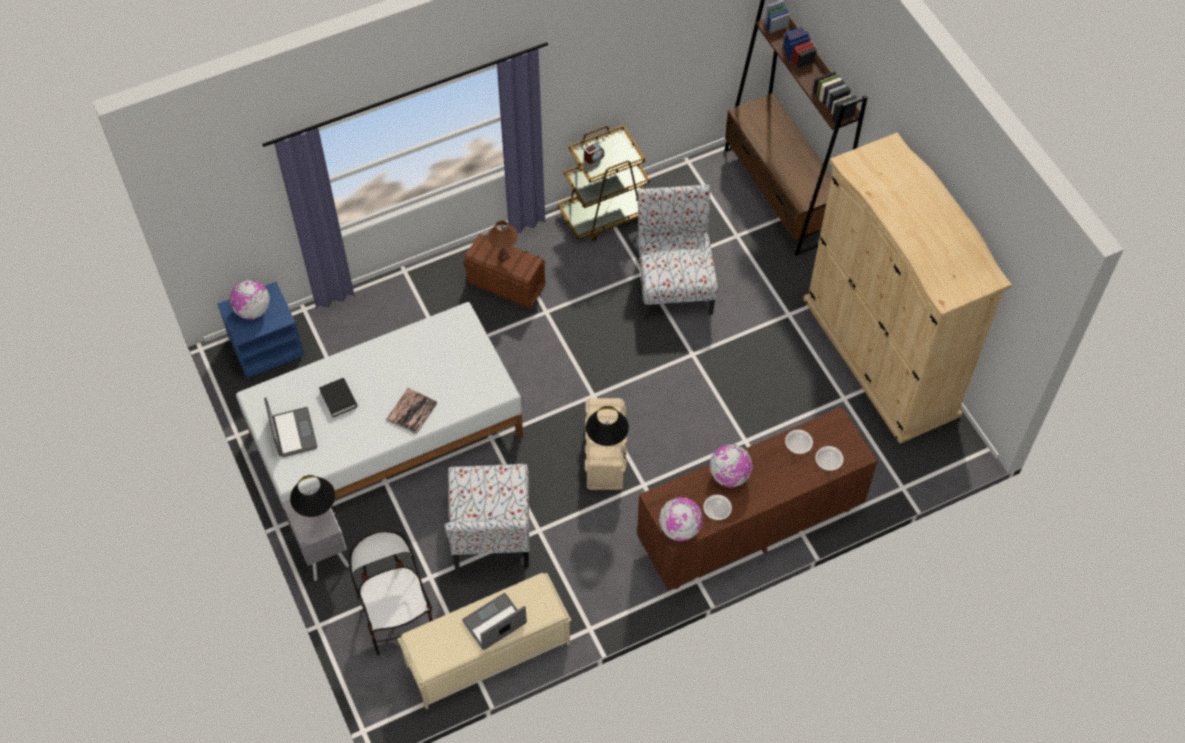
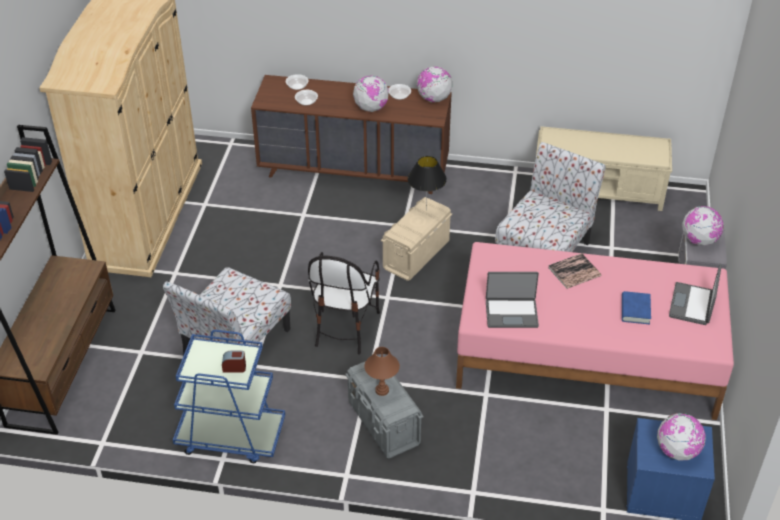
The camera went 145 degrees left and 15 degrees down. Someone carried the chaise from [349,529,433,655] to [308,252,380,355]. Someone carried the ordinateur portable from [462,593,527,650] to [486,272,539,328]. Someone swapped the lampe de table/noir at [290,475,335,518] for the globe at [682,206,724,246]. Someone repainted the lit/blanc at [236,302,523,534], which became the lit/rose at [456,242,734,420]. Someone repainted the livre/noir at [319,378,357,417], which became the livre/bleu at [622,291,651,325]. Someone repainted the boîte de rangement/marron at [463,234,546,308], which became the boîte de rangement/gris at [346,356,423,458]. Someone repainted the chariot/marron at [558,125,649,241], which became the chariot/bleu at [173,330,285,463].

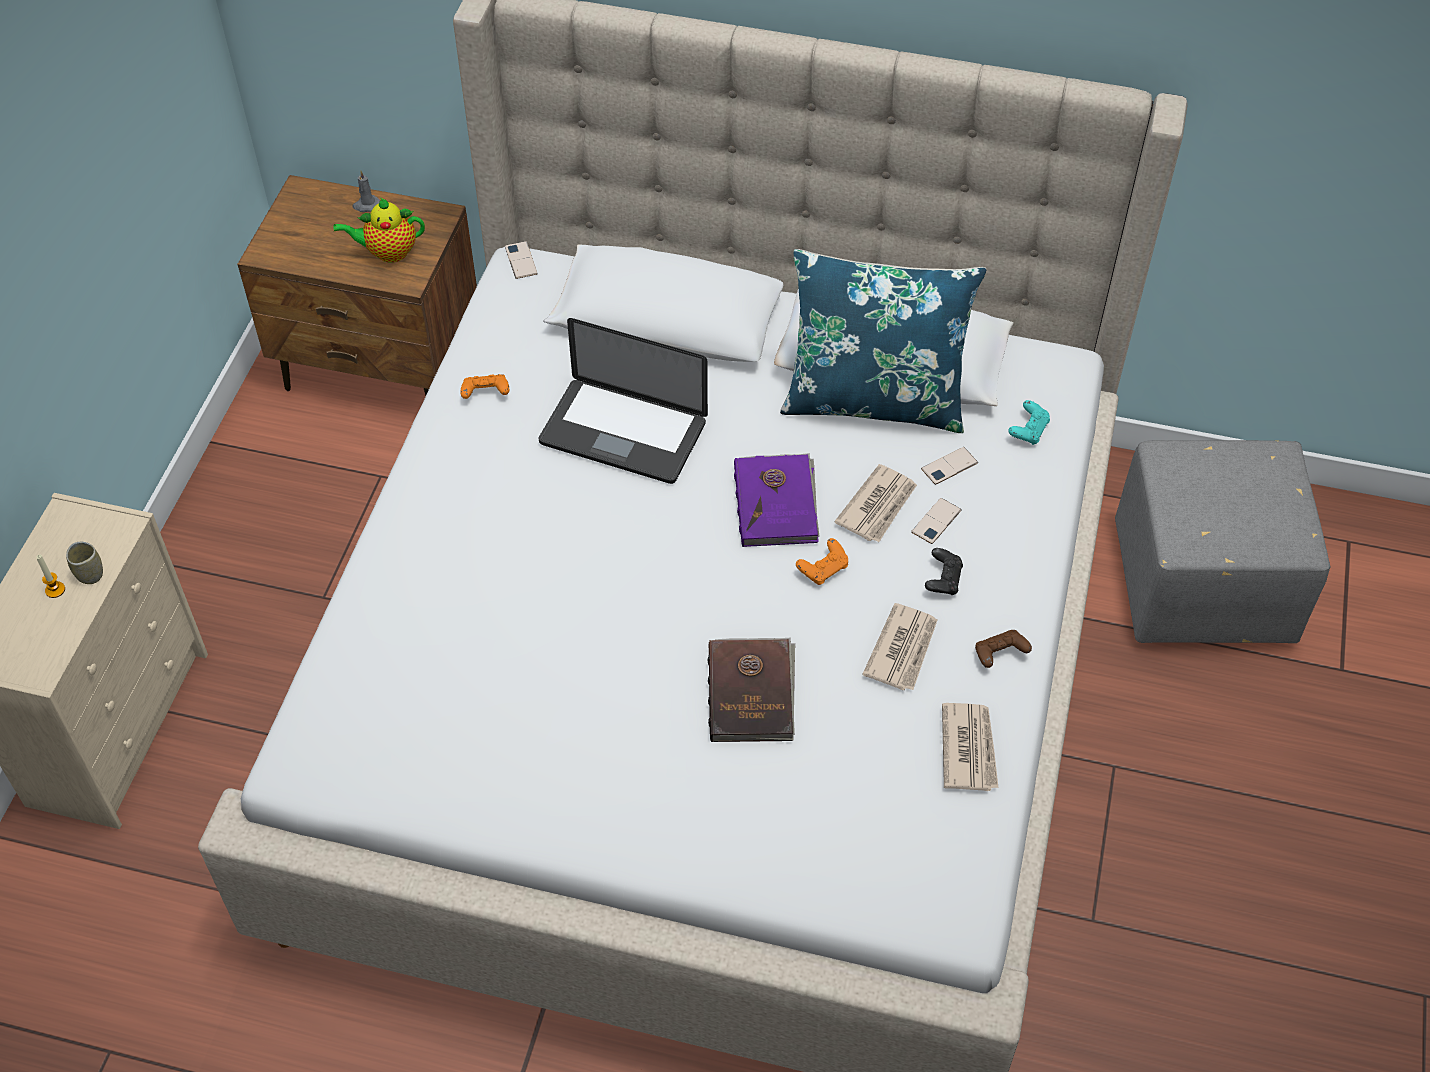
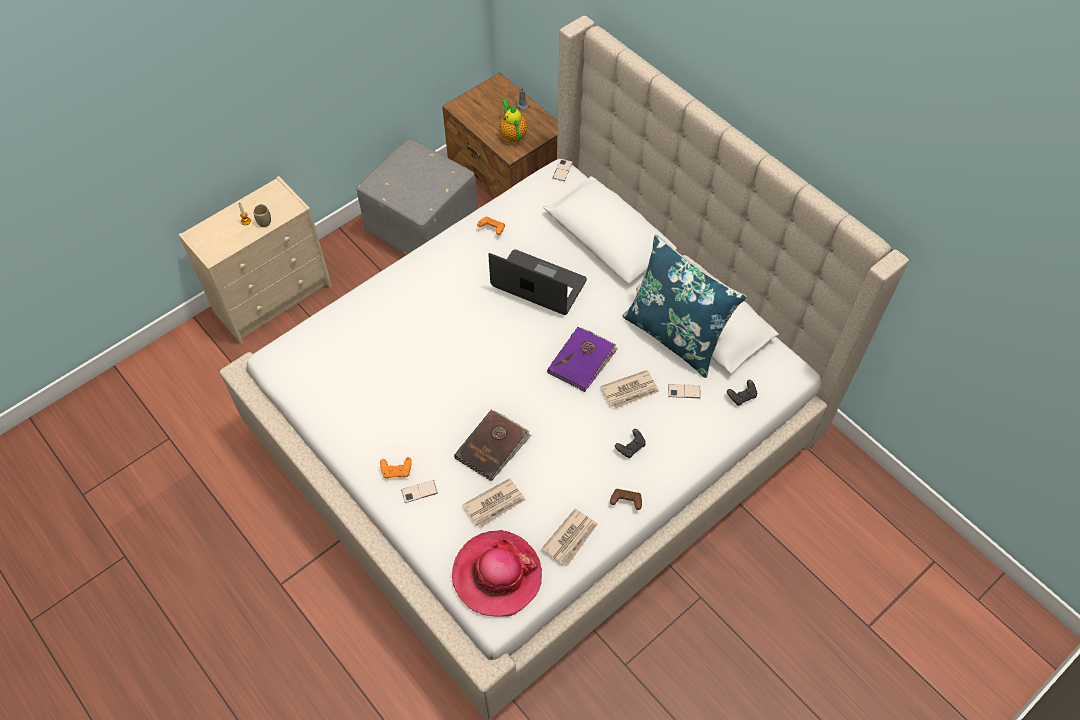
The camera went 35 degrees right and 5 degrees up. Someone put down the chapeau at [452,530,542,617]. Someone carried the manette/orange from [796,538,848,585] to [380,457,412,479]. Someone carried the journal from [862,603,937,690] to [463,478,526,528]. Someone carried the téléphone from [911,498,961,544] to [401,480,438,503]. Someone carried the pouf/gris from [1115,440,1331,643] to [356,139,478,255]. Someone repainted the manette/turquoise at [1008,400,1050,445], which became the manette/noir at [727,380,757,406]. Someone rotated the théière at [333,198,425,263] by 45 degrees clockwise. Someone rotated the ordinateur portable at [538,318,708,484] by 150 degrees clockwise.

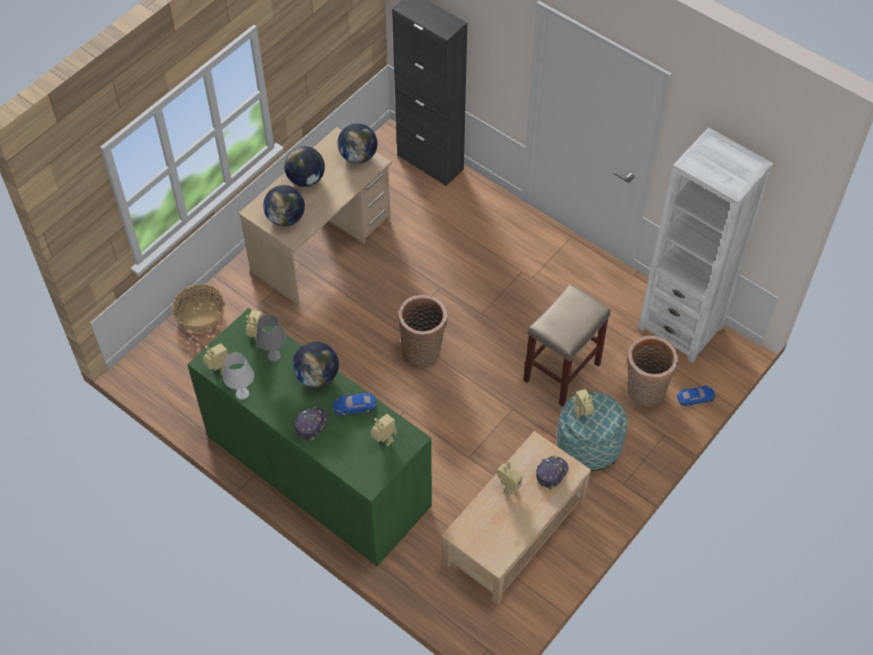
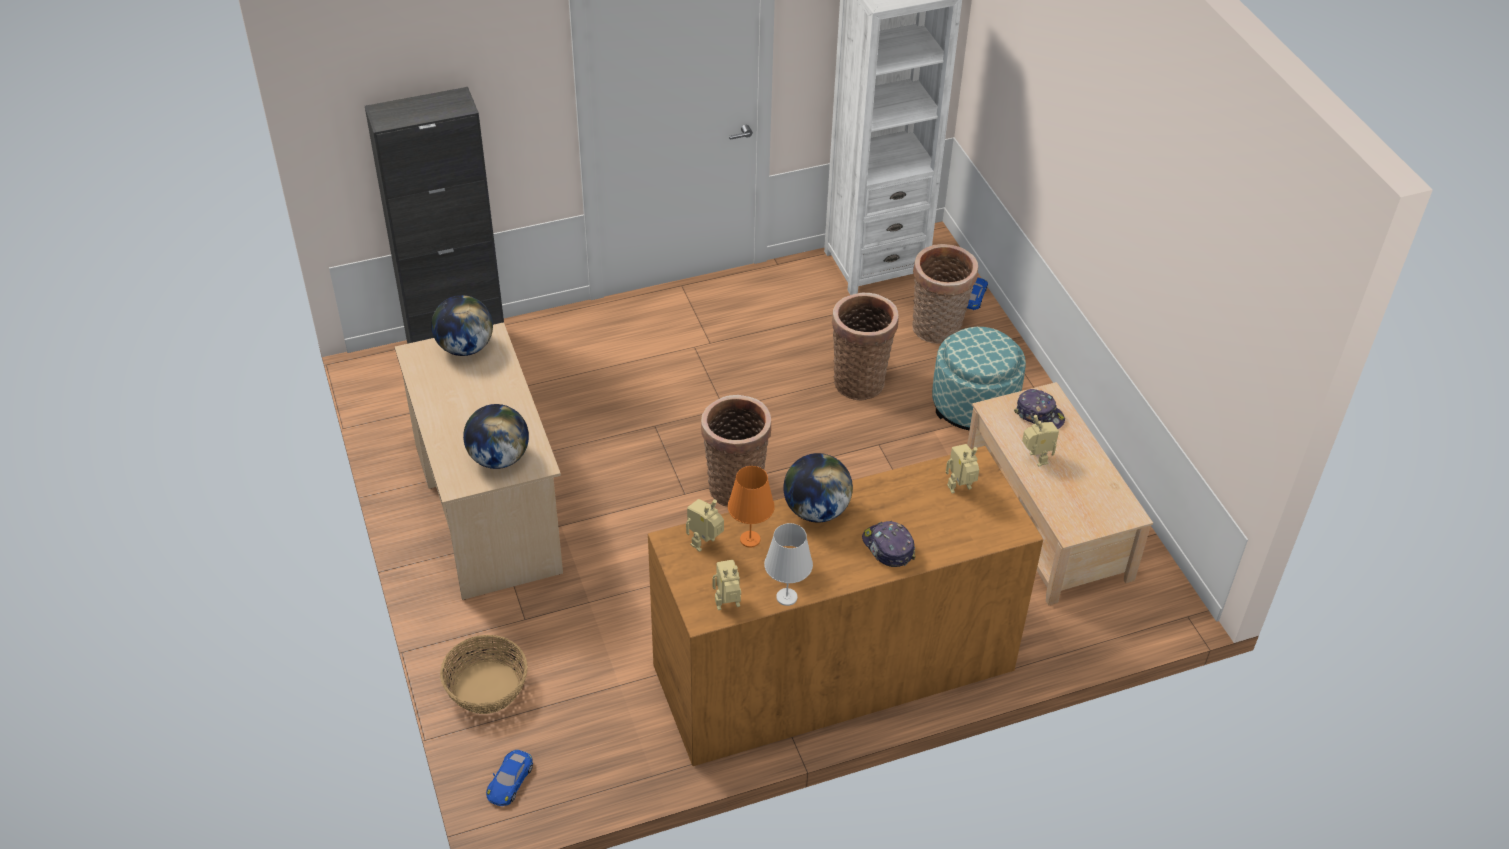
The camera went 60 degrees left and 10 degrees down. Someone took away the globe at [284,146,325,187]. Someone took away the robot jouet at [573,389,594,418]. Someone carried the petite voiture/bleu from [333,393,376,416] to [486,750,533,806]. Someone swapped the tabouret/beige at [524,284,611,407] for the panier at [832,293,899,400]. Someone repainted the commode/vert at [187,308,432,566], which became the commode/marron at [648,446,1043,766]. Someone repainted the lampe de table/gris at [256,314,286,362], which became the lampe de table/orange at [728,466,775,548]. Someone rotated the casquette at [536,456,568,490] by 150 degrees clockwise.

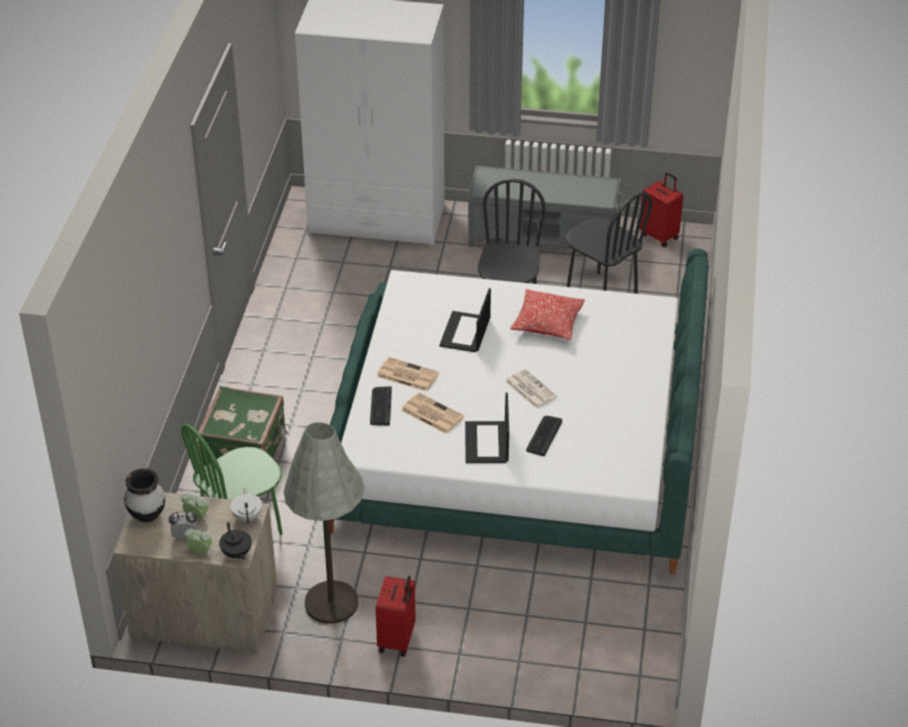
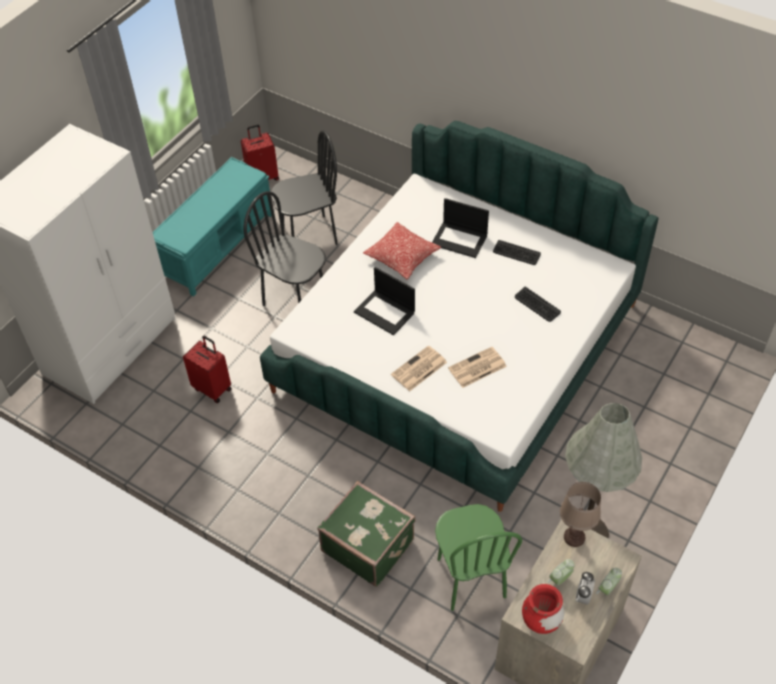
The camera went 65 degrees left and 10 degrees up. Someone took away the théière/noir at [219,522,252,559]. Someone took away the journal at [505,369,557,409]. Someone carried the clavier from [370,386,392,425] to [493,240,541,265]. Someone carried the valise/rouge from [376,576,416,657] to [183,336,232,403]. Someone carried the ordinateur portable from [465,393,509,463] to [432,198,489,258]. Someone swapped the théière/blanc at [230,488,262,524] for the lampe de table/marron at [560,482,601,547]. Someone repainted the vase/noir at [124,468,165,522], which became the vase/rouge at [522,584,564,634]. Someone repainted the banc/gris at [467,166,622,249], which became the banc/turquoise at [153,157,272,296].

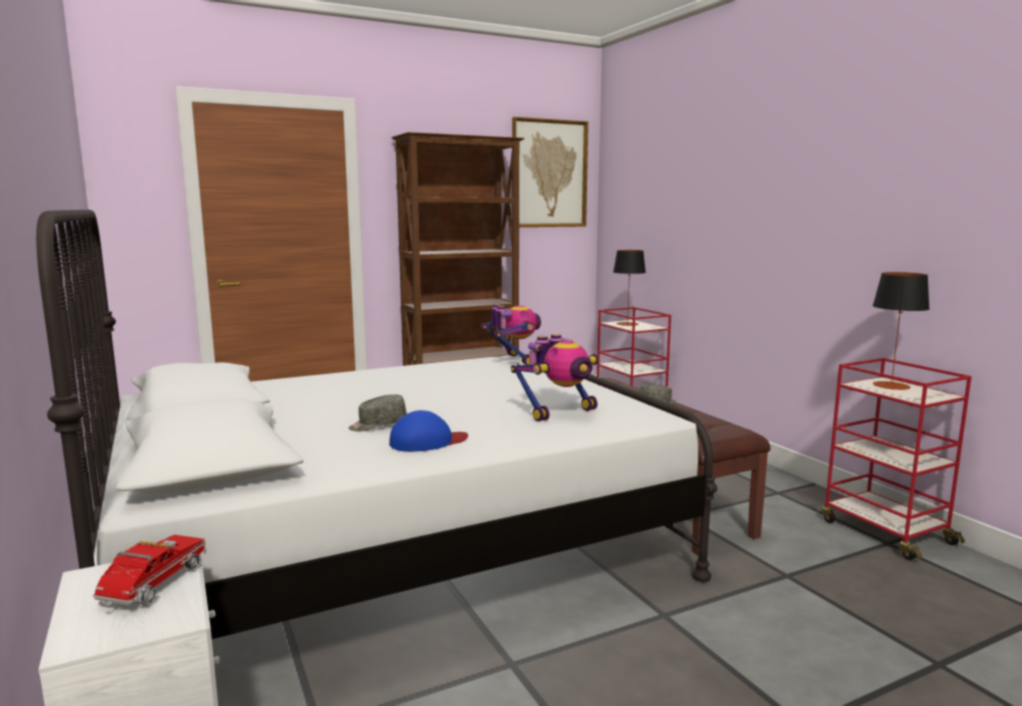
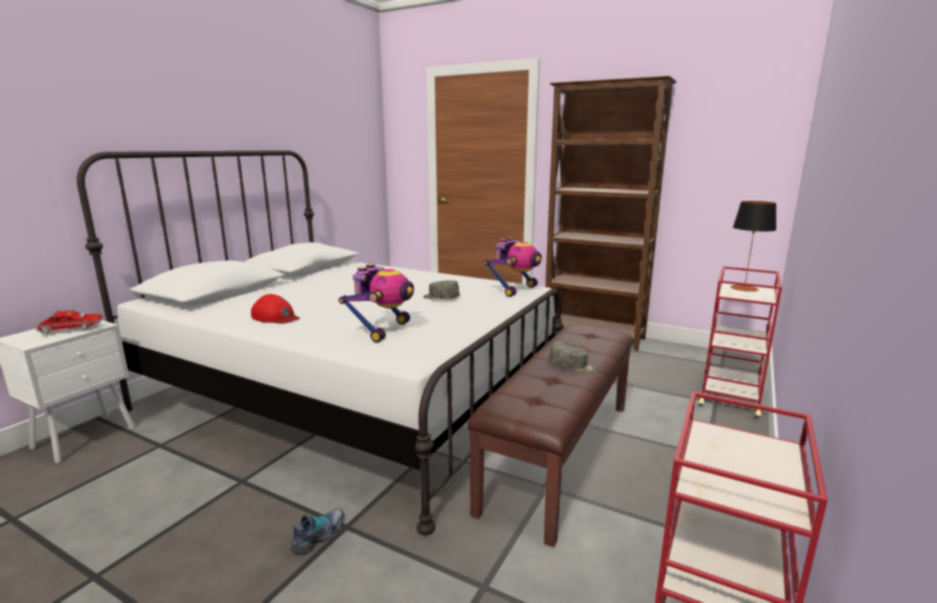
The camera went 55 degrees right and 5 degrees up. Someone took away the tableau at [512,117,588,227]. Someone took away the lampe de table at [872,272,930,390]. Someone put down the chaussure at [291,508,344,555]. Someone carried the casquette/gris from [349,394,407,431] to [423,280,460,299]. Someone repainted the casquette/bleu at [389,410,468,452], which became the casquette/rouge at [251,294,300,324]. Someone rotated the robot jouet at [511,334,599,422] by 90 degrees counterclockwise.

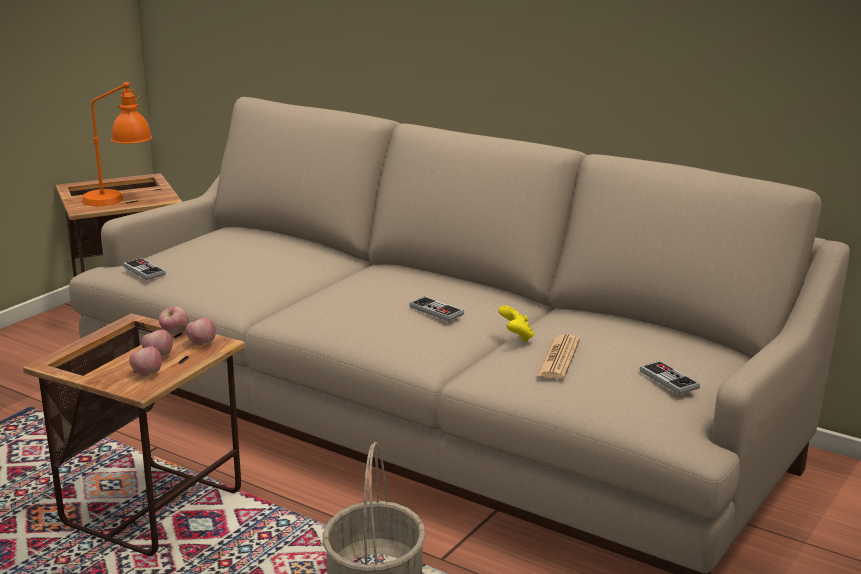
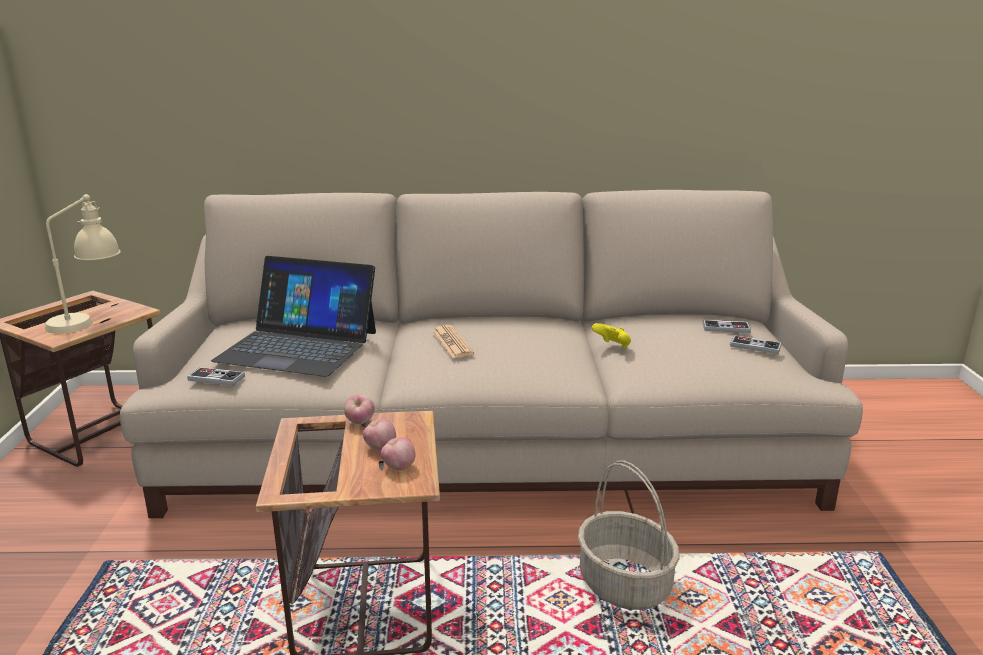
The camera went 35 degrees left and 0 degrees up. Someone took away the pomme at [186,318,216,346]. Someone put down the ordinateur portable at [211,256,376,377]. Someone carried the manette from [409,296,464,321] to [703,320,751,333]. Someone carried the journal from [537,334,580,379] to [433,325,474,358]. Someone repainted the lampe de table/orange at [82,82,152,206], which became the lampe de table/beige at [45,194,121,334].

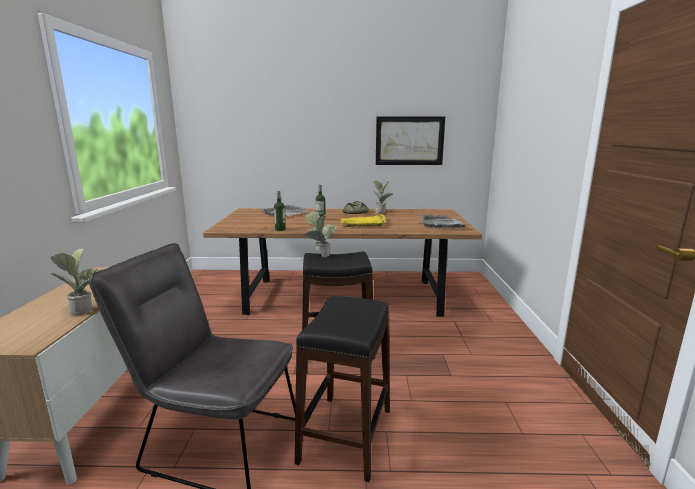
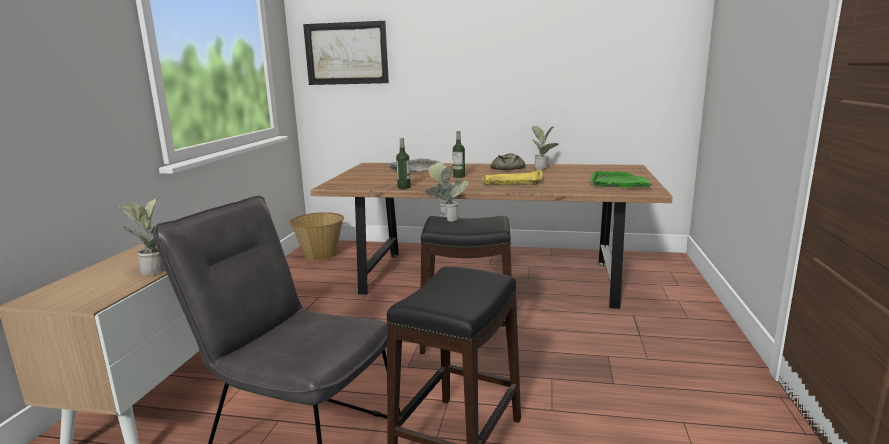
The camera went 10 degrees right and 0 degrees up. Someone put down the panier at [289,212,344,261]. Someone carried the tableau from [376,116,445,165] to [303,21,389,85]. Someone repainted the plateau/gris at [421,215,466,228], which became the plateau/vert at [590,171,652,187].

